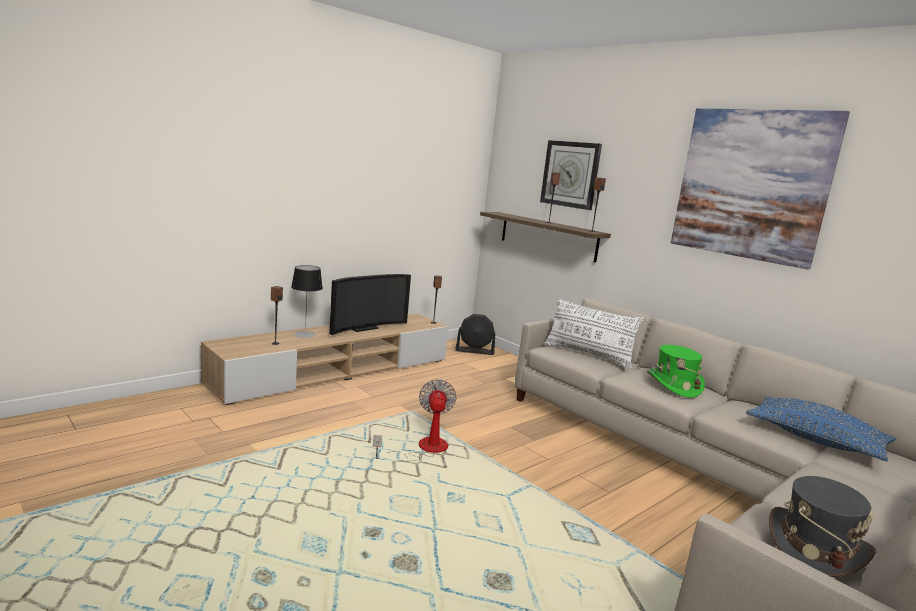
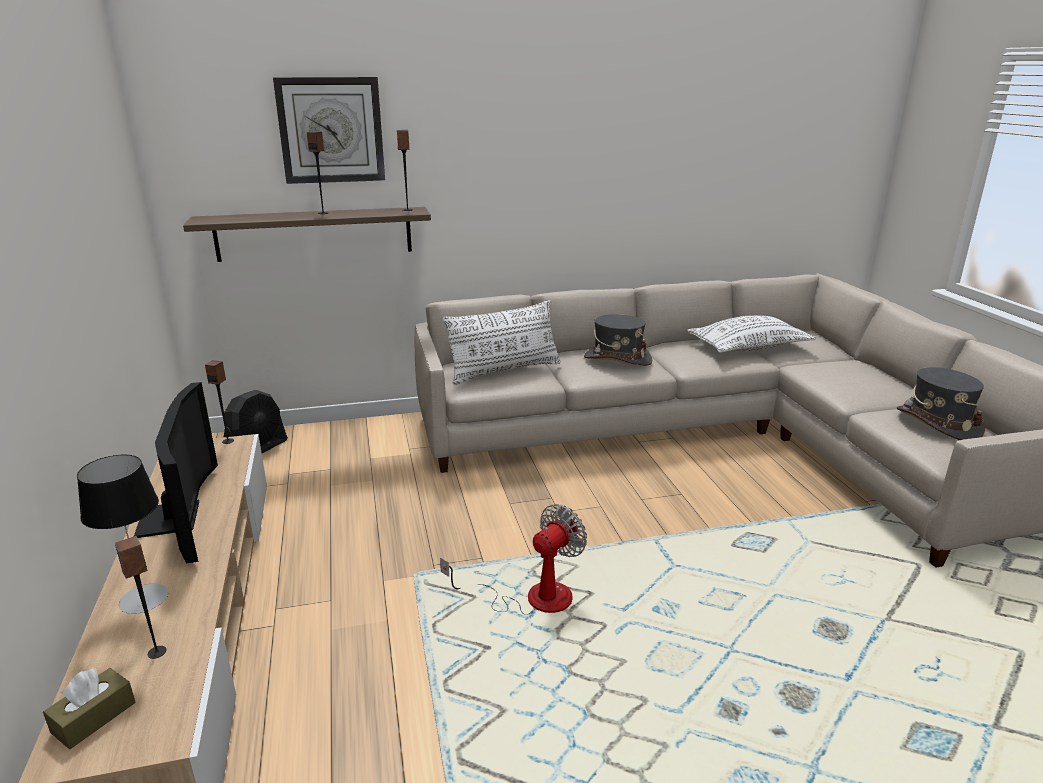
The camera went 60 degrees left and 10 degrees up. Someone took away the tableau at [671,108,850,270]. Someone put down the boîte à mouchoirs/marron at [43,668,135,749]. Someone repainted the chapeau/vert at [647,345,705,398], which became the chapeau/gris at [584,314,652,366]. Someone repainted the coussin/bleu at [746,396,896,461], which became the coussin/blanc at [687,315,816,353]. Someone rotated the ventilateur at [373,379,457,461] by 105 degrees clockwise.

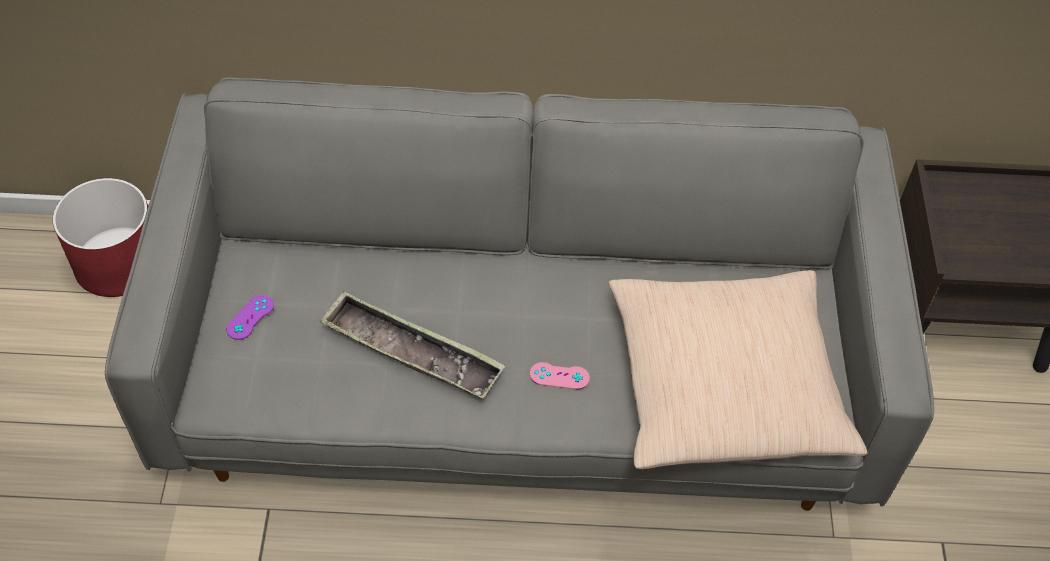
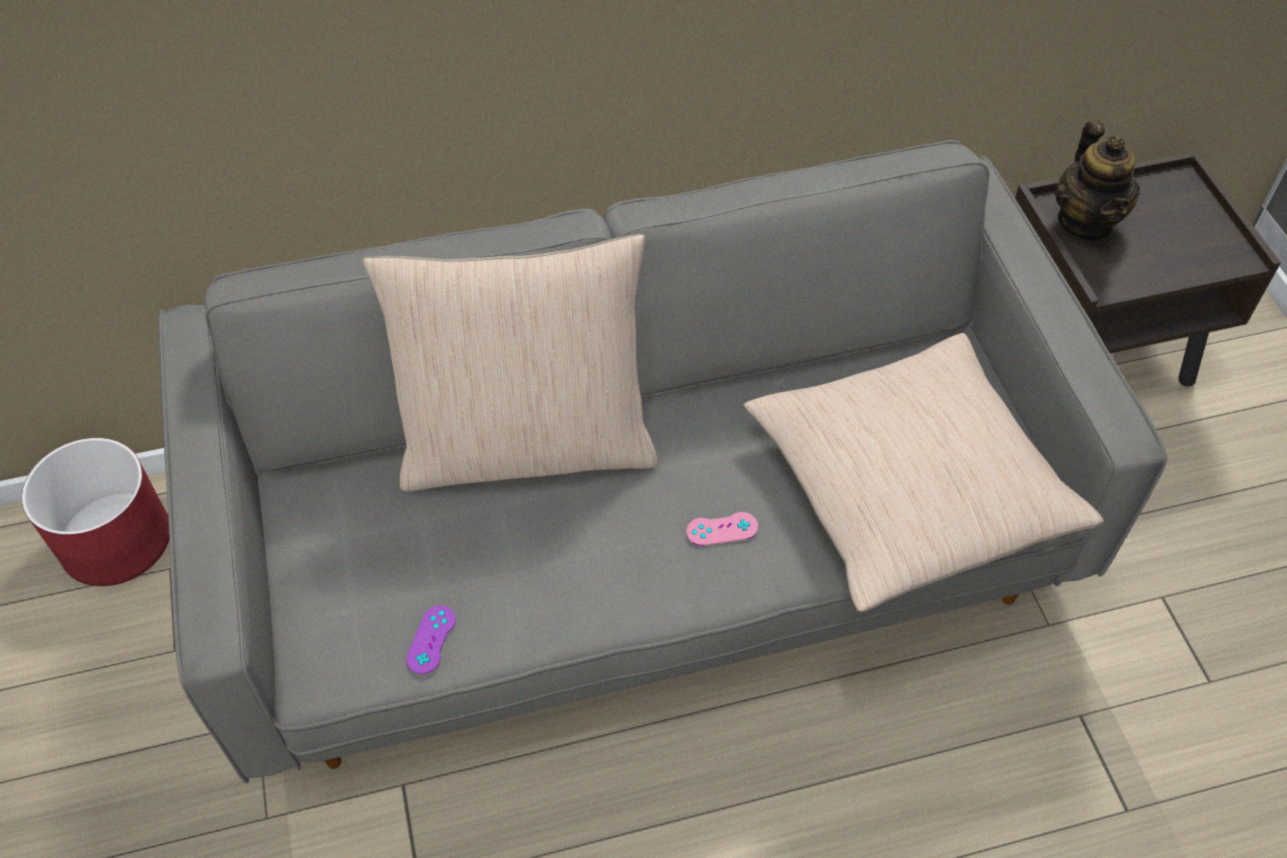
The camera went 15 degrees left and 0 degrees up. Someone took away the plateau at [320,291,505,398]. Someone put down the coussin/beige at [362,234,658,491]. Someone put down the théière at [1055,120,1140,241]. Someone carried the manette/violet from [226,295,274,340] to [406,605,456,674].

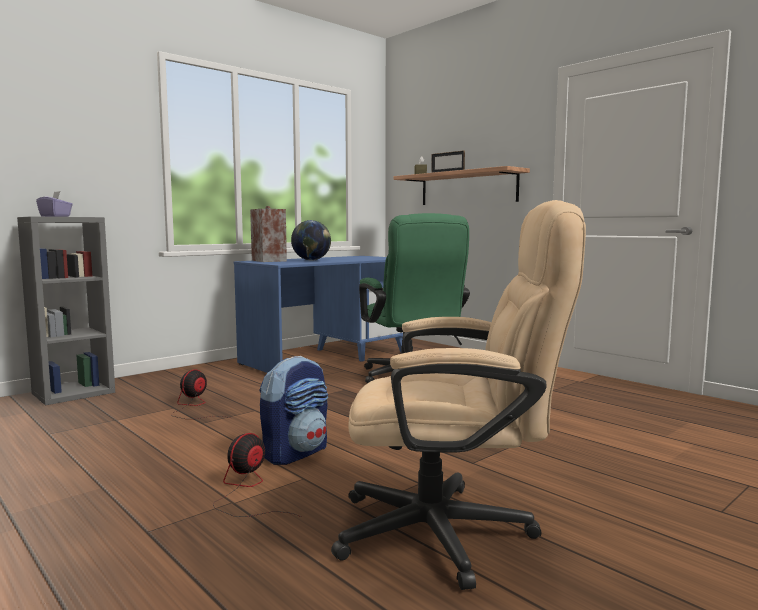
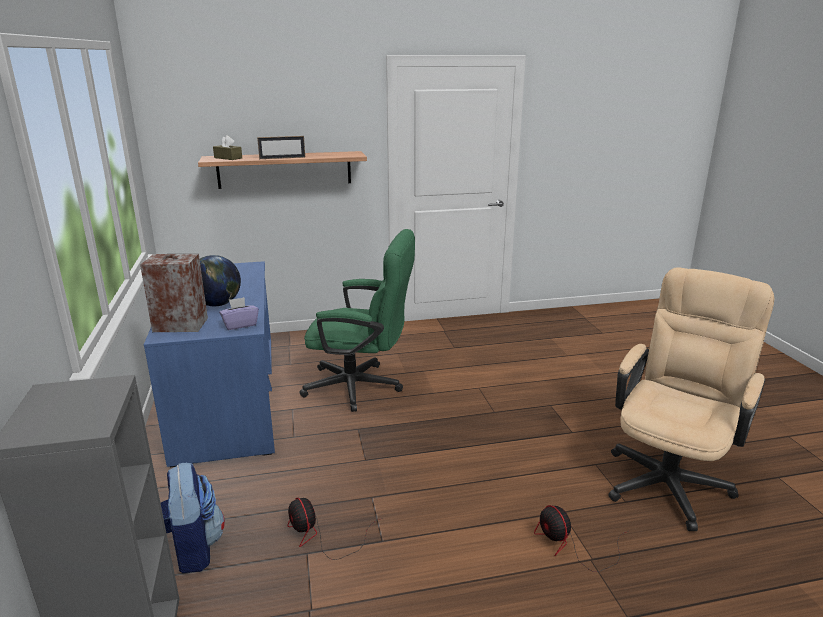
The camera went 60 degrees left and 15 degrees up. Someone carried the boîte à mouchoirs/violet from [36,191,73,217] to [219,297,259,330]. Someone carried the sac à dos from [259,356,328,465] to [161,463,225,573].

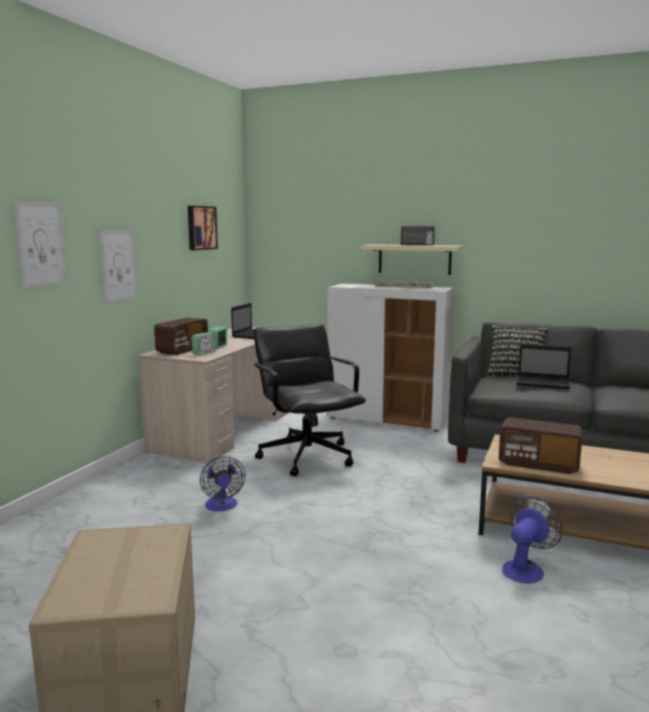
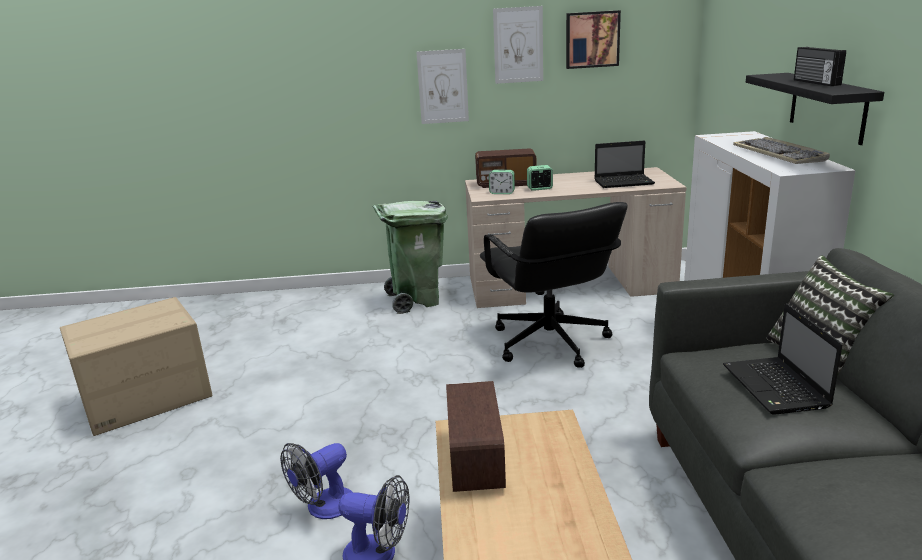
The camera went 65 degrees right and 10 degrees up. Someone put down the poubelle/vert at [373,201,448,314]. Someone carried the tableau from [13,201,67,288] to [493,6,543,84]. Someone carried the ventilateur from [200,456,246,512] to [280,443,352,519]. Someone repainted the étagère/beige at [361,244,463,275], which became the étagère/noir at [746,73,884,145]. Someone rotated the chaise de bureau/noir at [253,323,366,476] by 120 degrees clockwise.

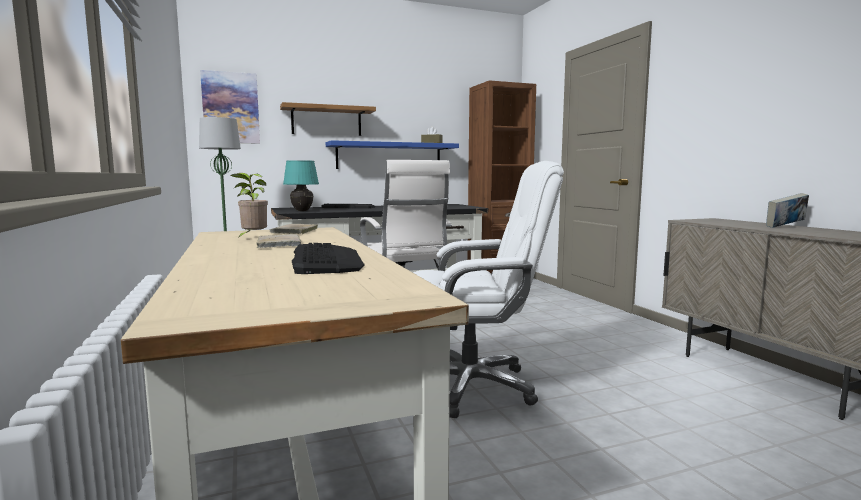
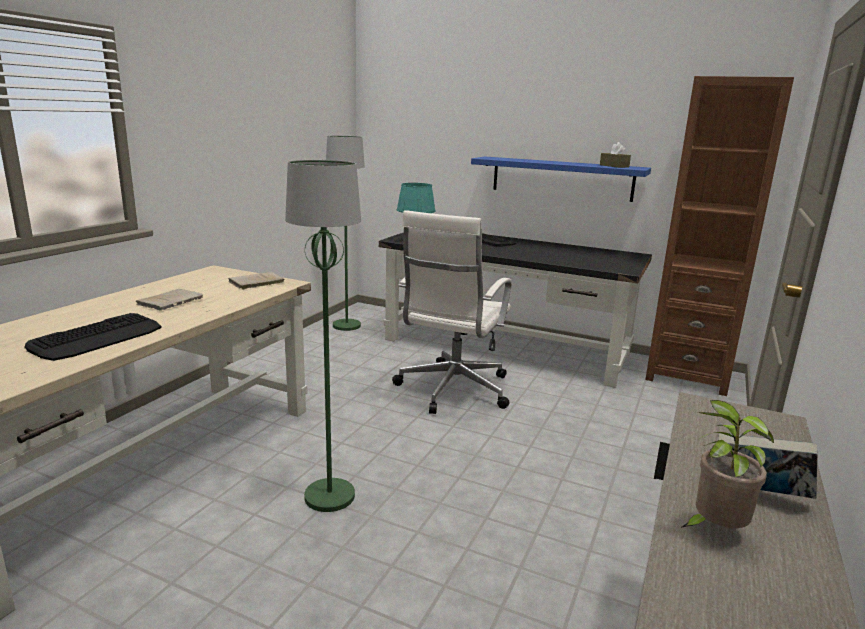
The camera went 45 degrees right and 10 degrees up. Someone took away the tableau at [200,70,260,144]. Someone took away the étagère at [280,102,376,136]. Someone carried the plante en pot from [230,173,268,239] to [681,400,774,528]. Someone swapped the chaise de bureau/blanc at [413,161,564,418] for the lampadaire/vert at [285,160,361,512].

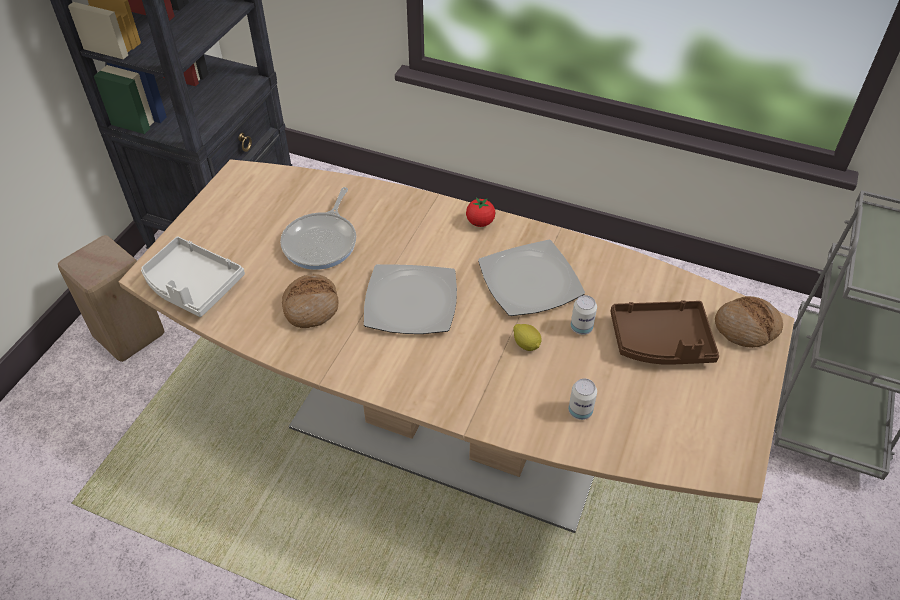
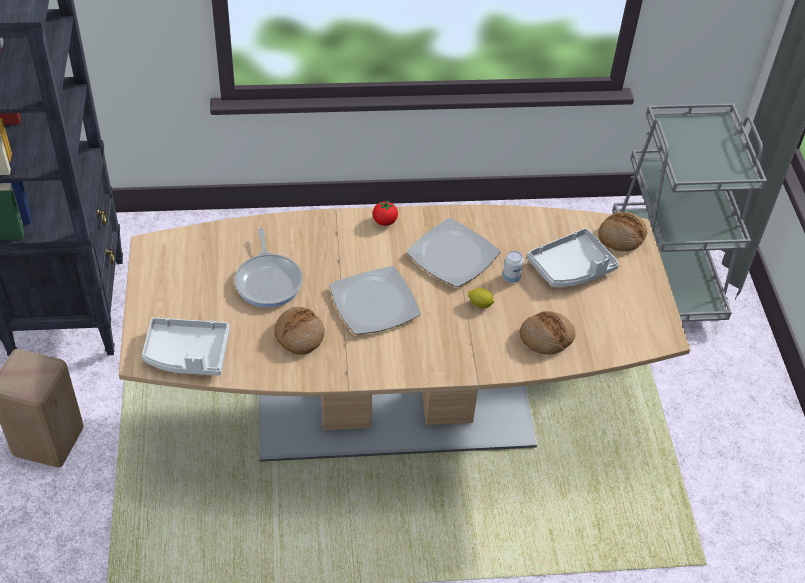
The camera went 30 degrees left and 0 degrees up. Someone swapped the boîte métallique at [568,378,597,420] for the pain at [519,311,575,355]. Someone repainted the plateau/marron at [610,300,719,365], which became the plateau/gris at [527,228,619,287].

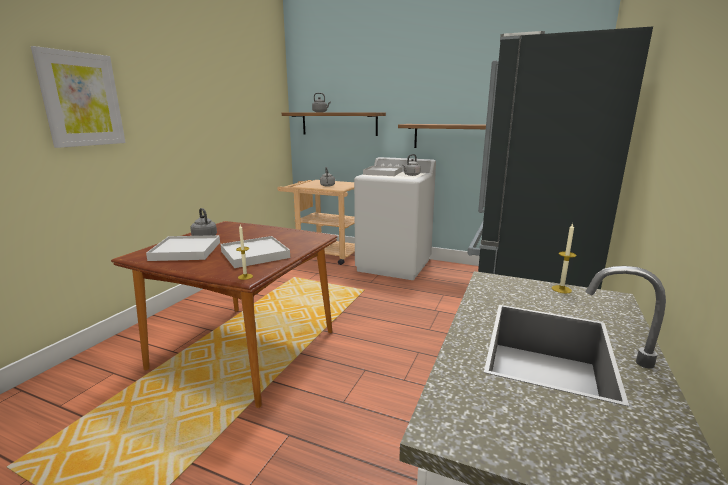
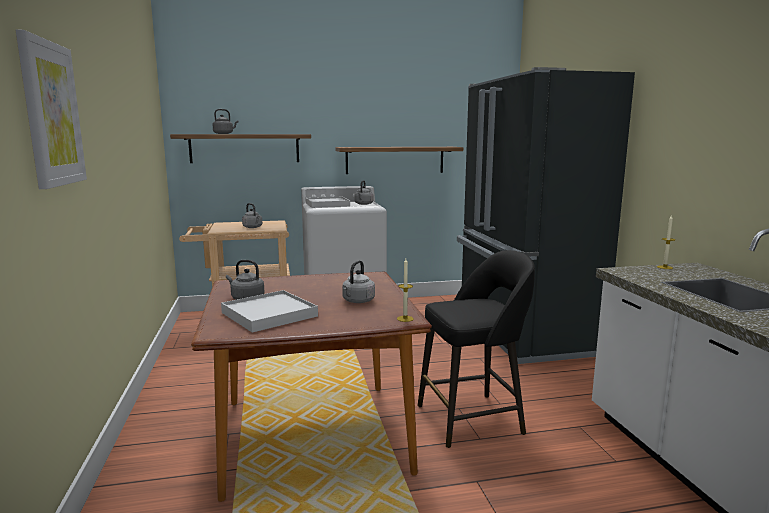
The camera went 35 degrees left and 5 degrees down. Someone put down the tabouret/noir at [418,250,535,448]. Someone swapped the plateau/blanc at [220,236,290,268] for the bouilloire/gris at [342,260,375,303].

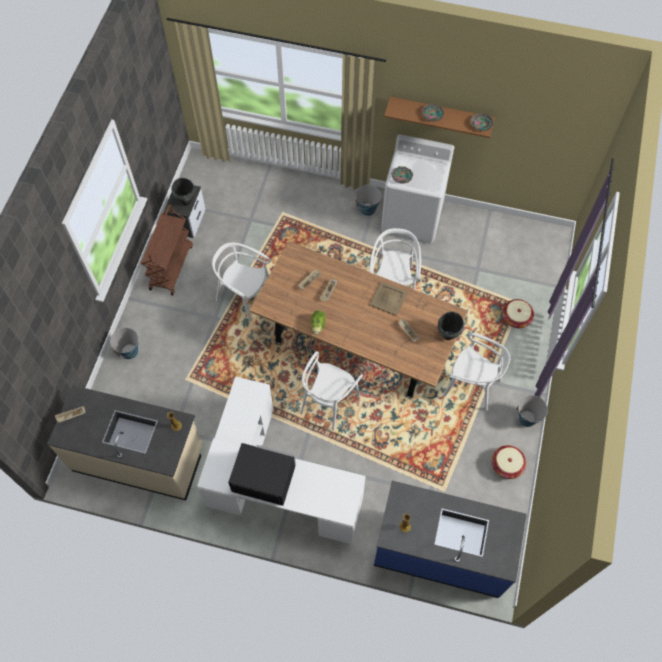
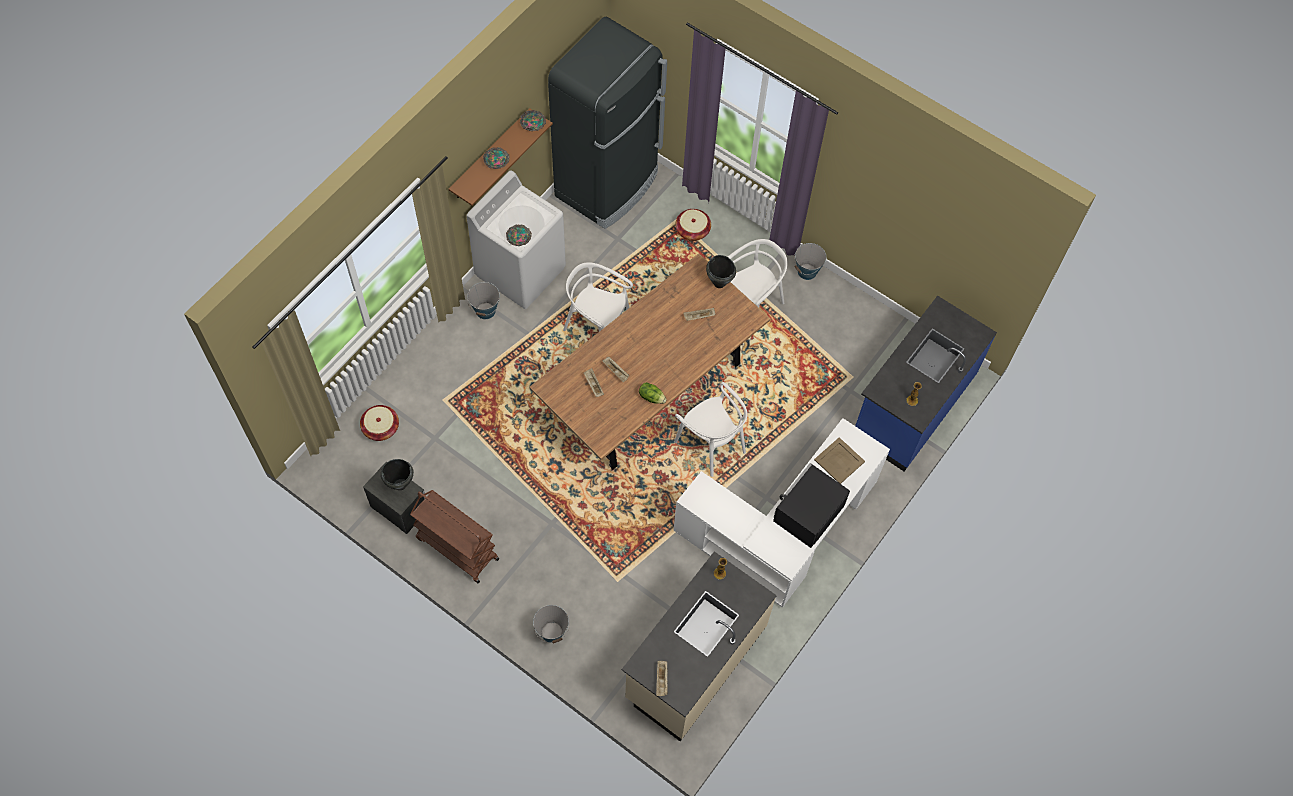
The camera went 70 degrees left and 0 degrees up. Someone took away the chaise/blanc at [212,243,271,322]. Someone put down the réfrigérateur/noir at [548,17,667,229]. Someone carried the plateau/beige from [369,281,408,316] to [814,437,865,484]. Someone carried the panier from [492,445,526,479] to [360,405,399,441].

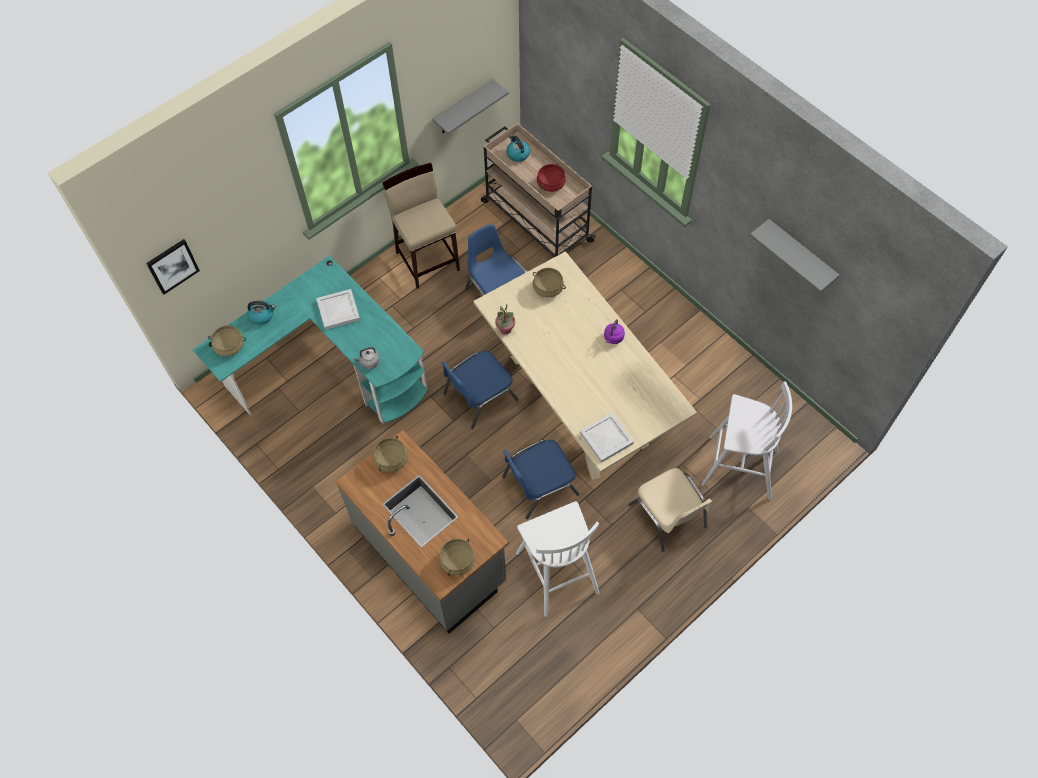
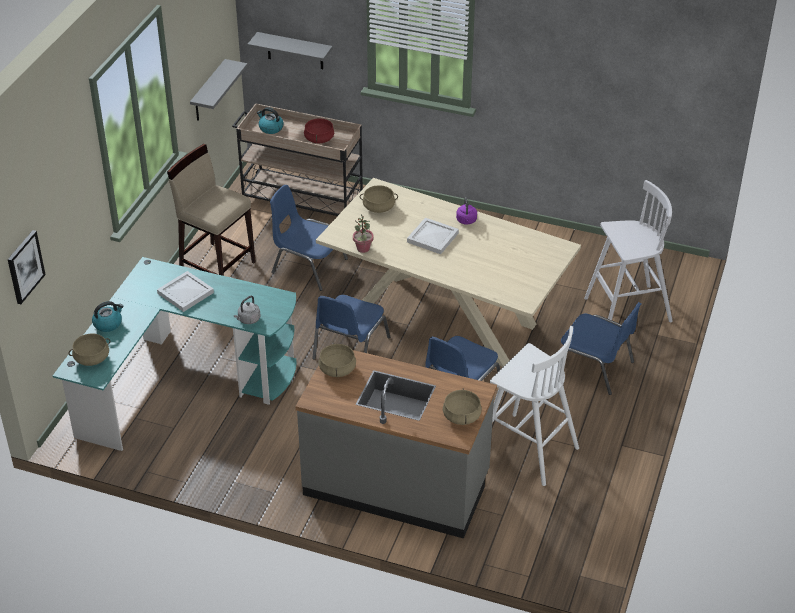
The camera went 30 degrees left and 20 degrees down. Someone carried the plateau/blanc from [580,413,634,463] to [407,218,459,254]. Someone carried the étagère/gris from [750,219,839,293] to [247,32,333,69]. Someone repainted the chaise/beige at [628,468,712,552], which became the chaise/bleu at [561,302,641,395].

